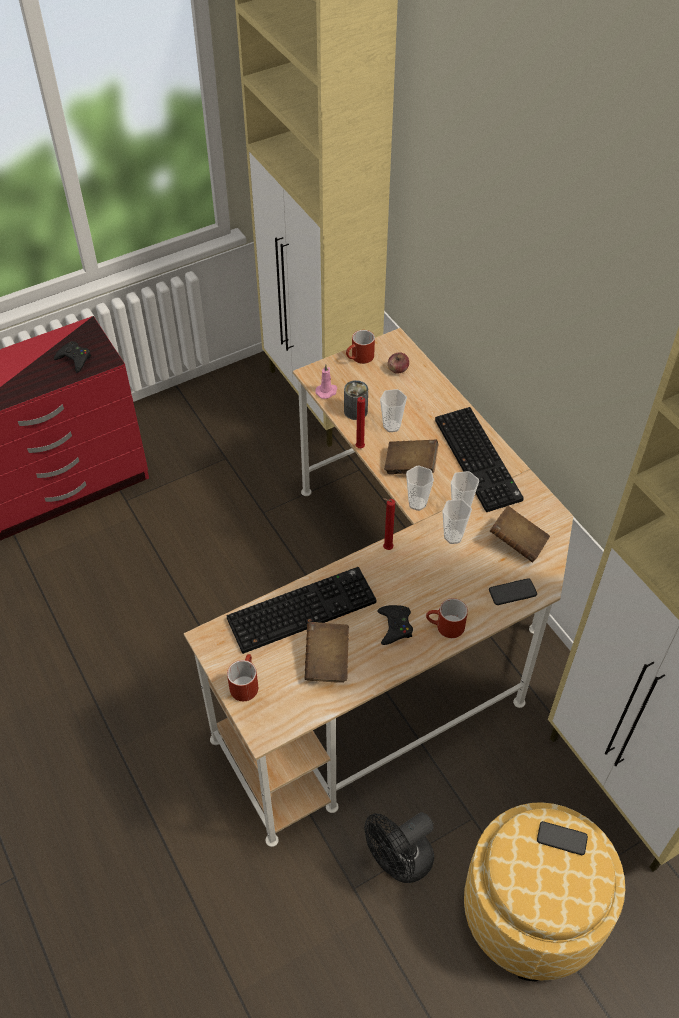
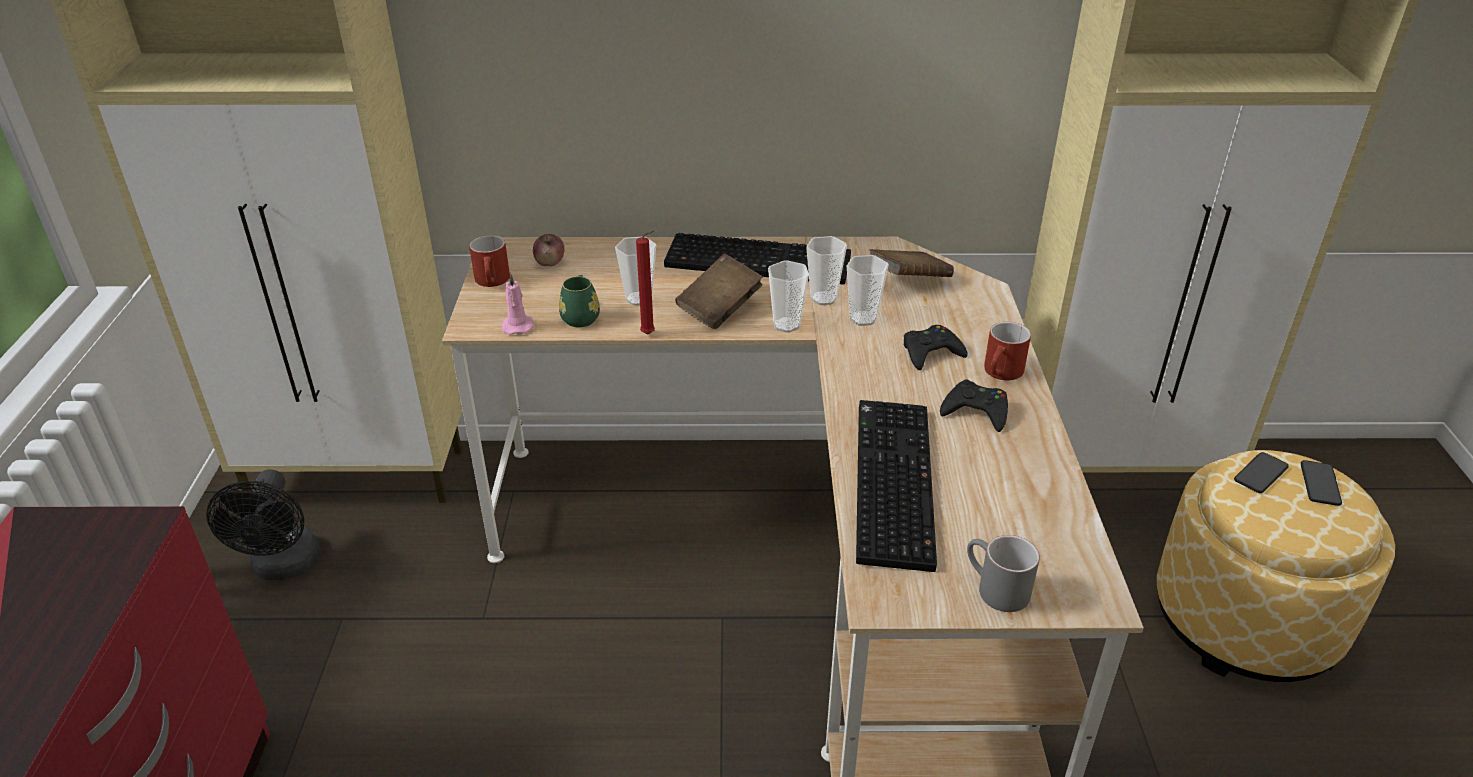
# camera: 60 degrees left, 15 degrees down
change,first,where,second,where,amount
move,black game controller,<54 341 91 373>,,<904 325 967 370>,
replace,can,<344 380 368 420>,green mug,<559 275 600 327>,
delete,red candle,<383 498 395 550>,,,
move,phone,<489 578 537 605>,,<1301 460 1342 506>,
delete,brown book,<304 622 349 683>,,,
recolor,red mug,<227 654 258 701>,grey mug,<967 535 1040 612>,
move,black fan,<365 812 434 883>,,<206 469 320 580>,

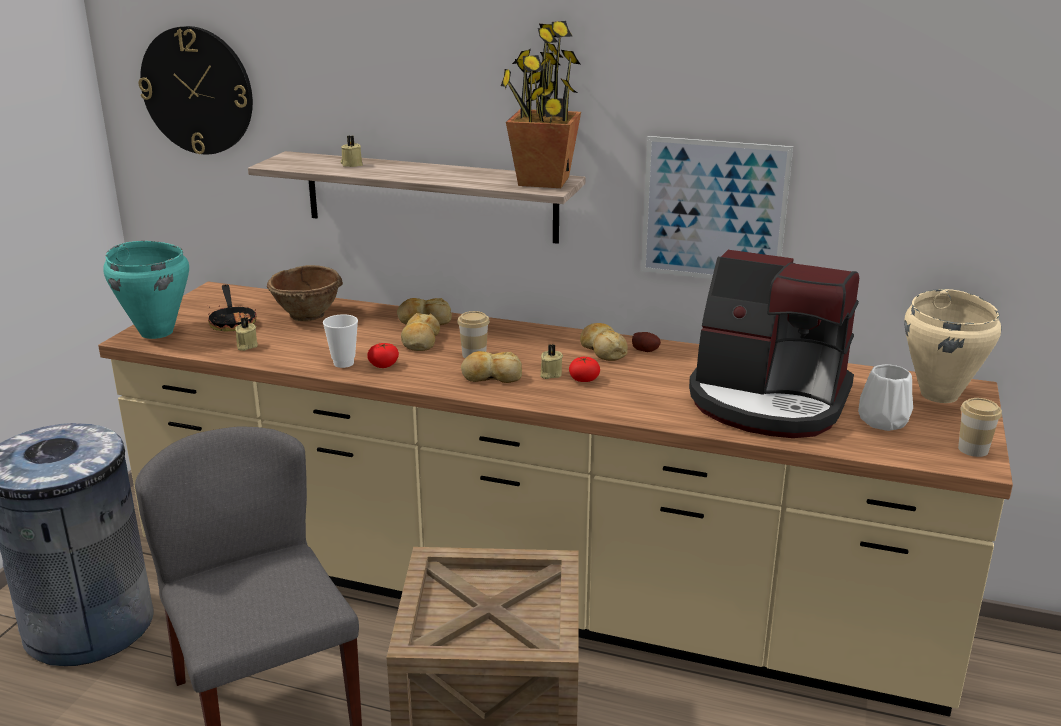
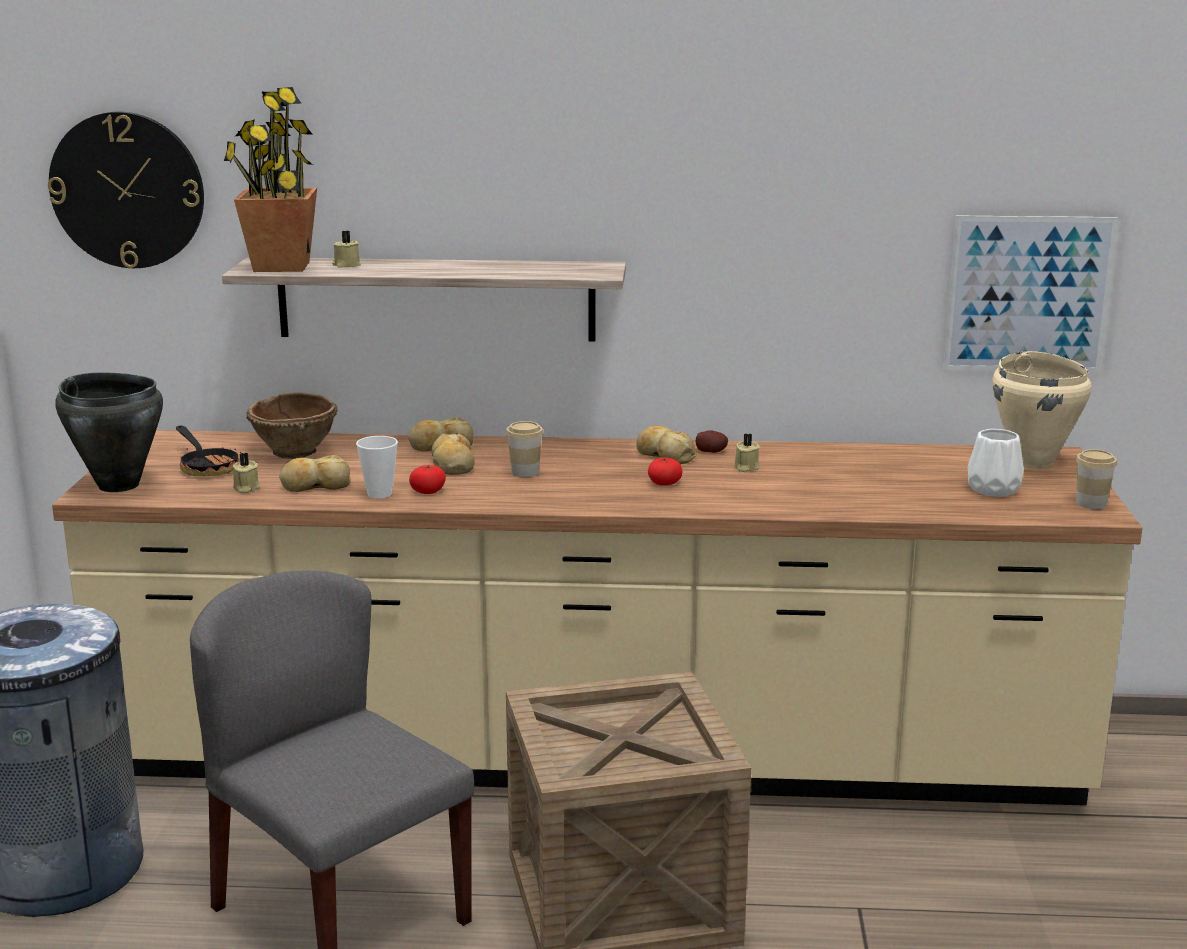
# camera: 15 degrees left, 5 degrees down
change,first,where,second,where,amount
move,potted plant,<501 21 581 188>,,<224 87 317 272>,
move,picture,<641 136 793 279>,,<943 216 1119 372>,
recolor,turquoise cooking pot,<103 241 189 339>,black cooking pot,<55 372 163 492>,
delete,coffee machine,<689 250 859 438>,,,
move,beige candle,<540 344 563 379>,,<734 433 760 472>,
move,bread,<461 351 522 383>,,<279 455 351 492>,

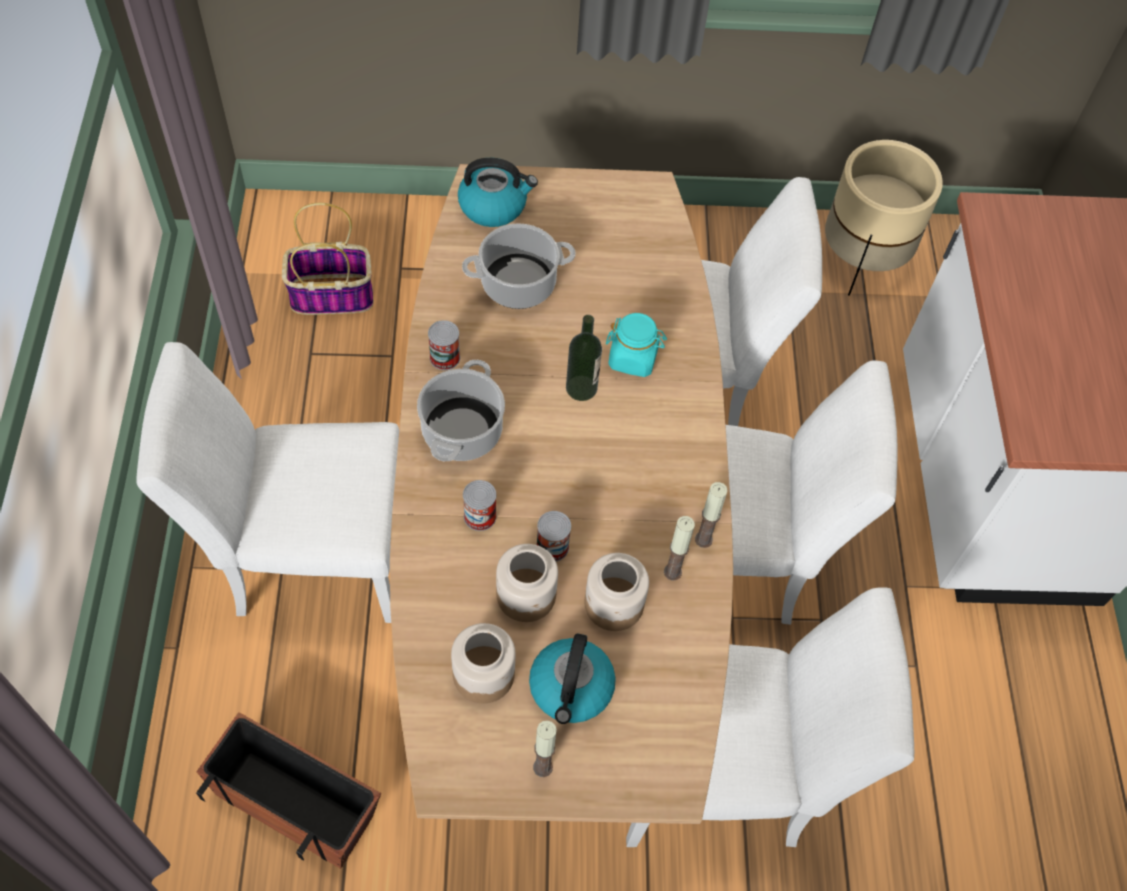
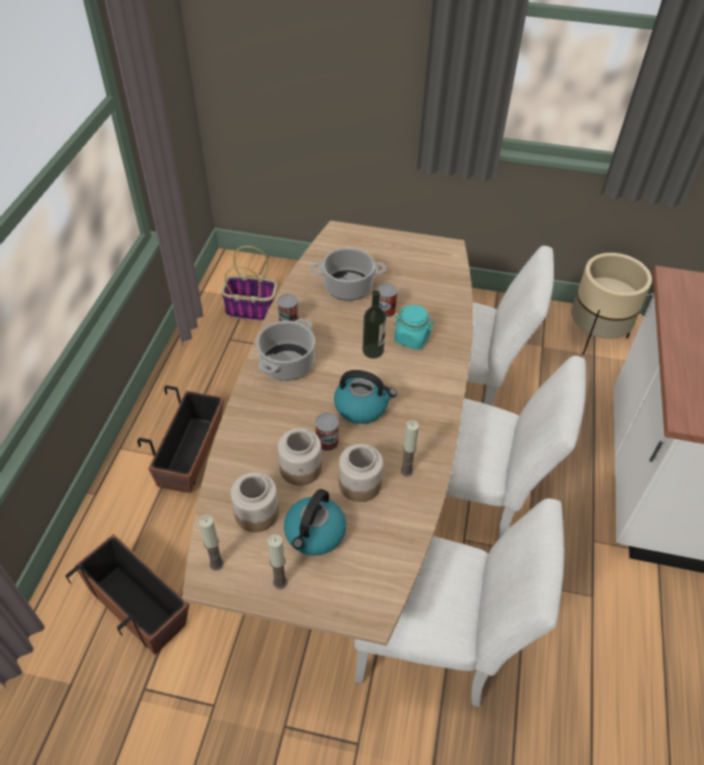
# camera: 15 degrees right, 10 degrees down
change,first,where,second,where,amount
move,kettle,<458 158 538 227>,,<334 370 397 424>,
replace,white chair,<136 342 399 623>,planter,<137 385 224 493>,
move,can,<463 480 496 531>,,<377 283 397 317>,
move,candle,<695 482 728 548>,,<199 515 224 570>,

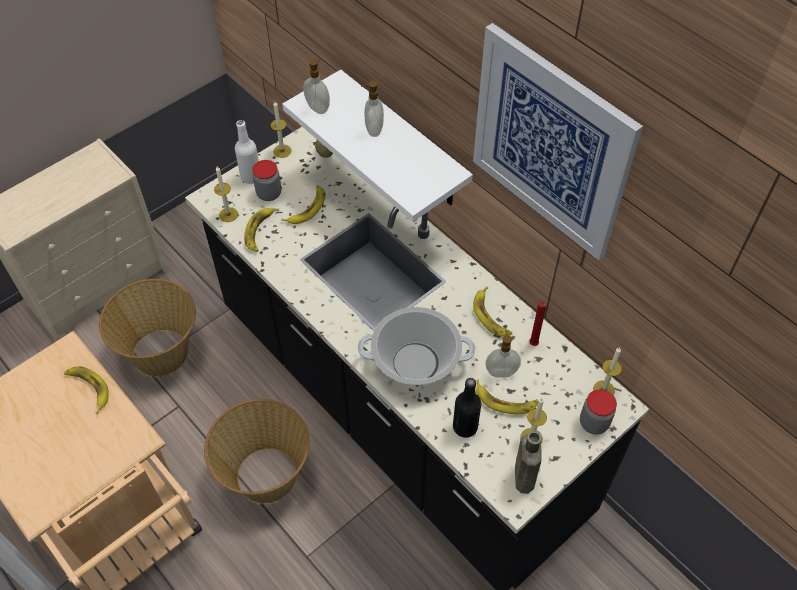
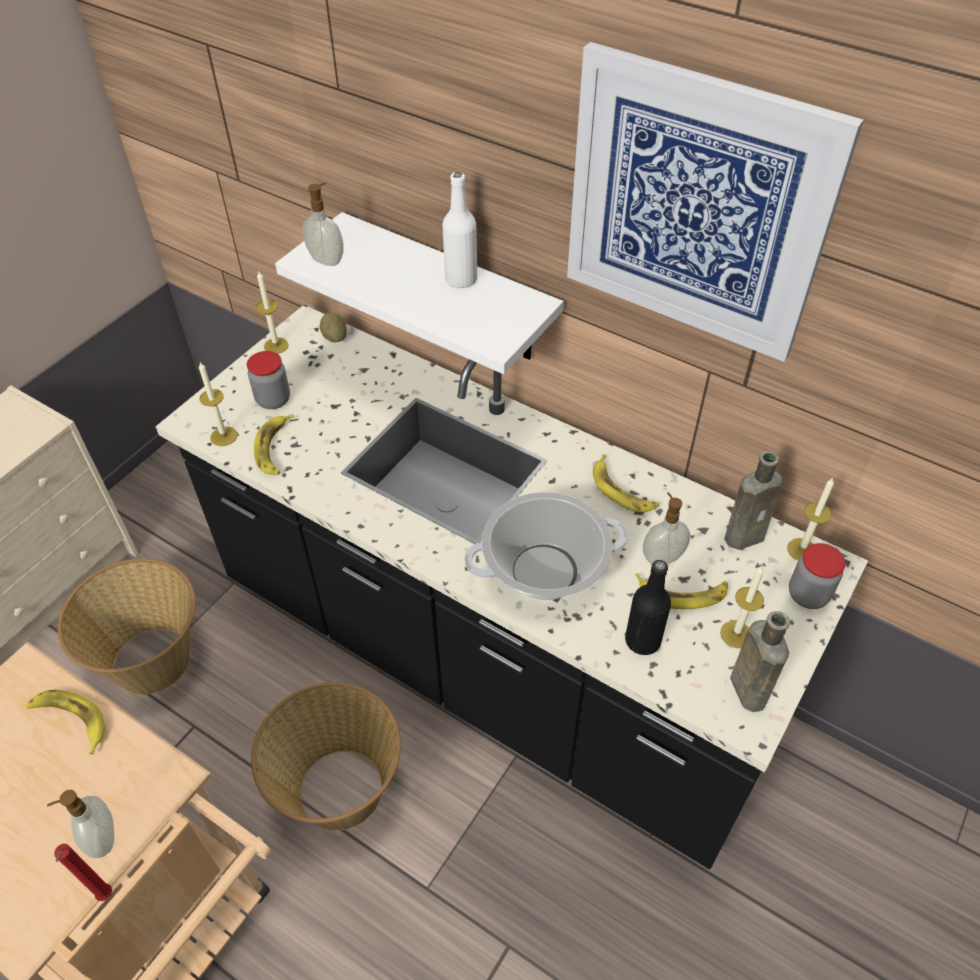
# camera: 15 degrees left, 5 degrees down
change,first,where,second,where,amount
move,soap dispenser,<361 81 384 137>,,<47 790 114 858>,
move,white bottle,<235 120 259 184>,,<442 172 477 288>,
delete,banana,<281 185 326 224>,,,
move,red candle,<529 300 547 346>,,<54 844 112 901>,
insert,,,brown bottle,<724 451 783 550>,

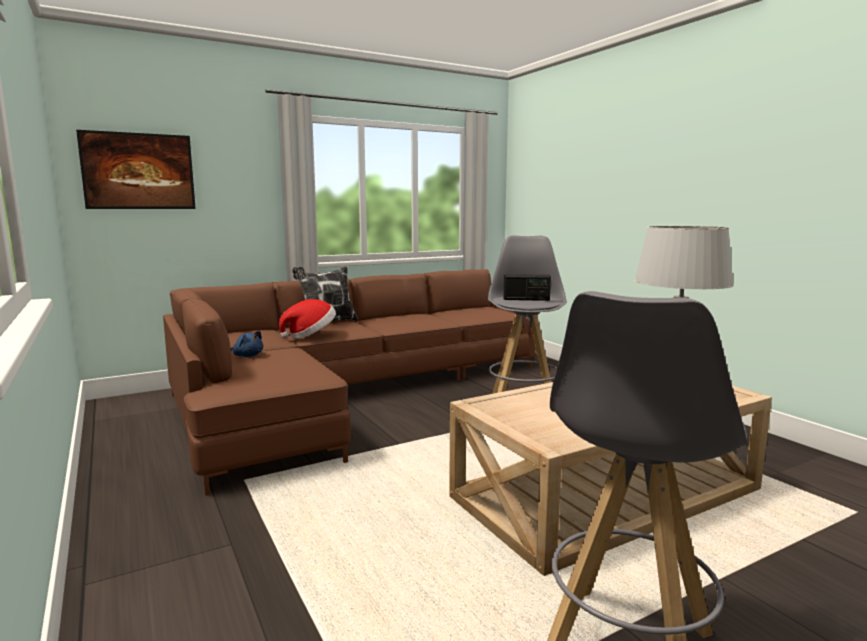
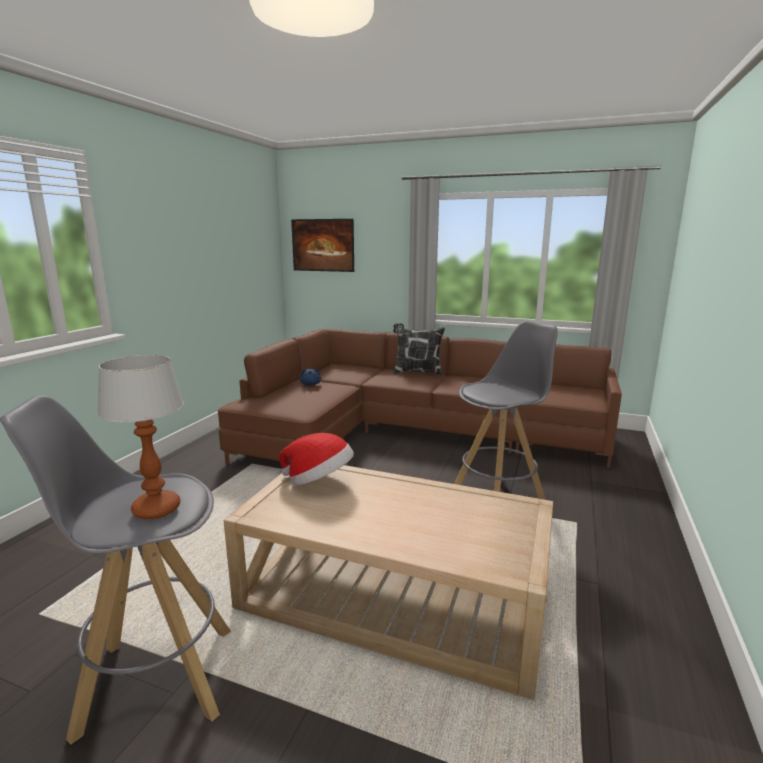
# camera: 50 degrees right, 5 degrees up
change,first,where,second,where,amount
delete,radio,<504 274 551 301>,,,
move,hat,<279 299 336 339>,,<279 433 354 485>,

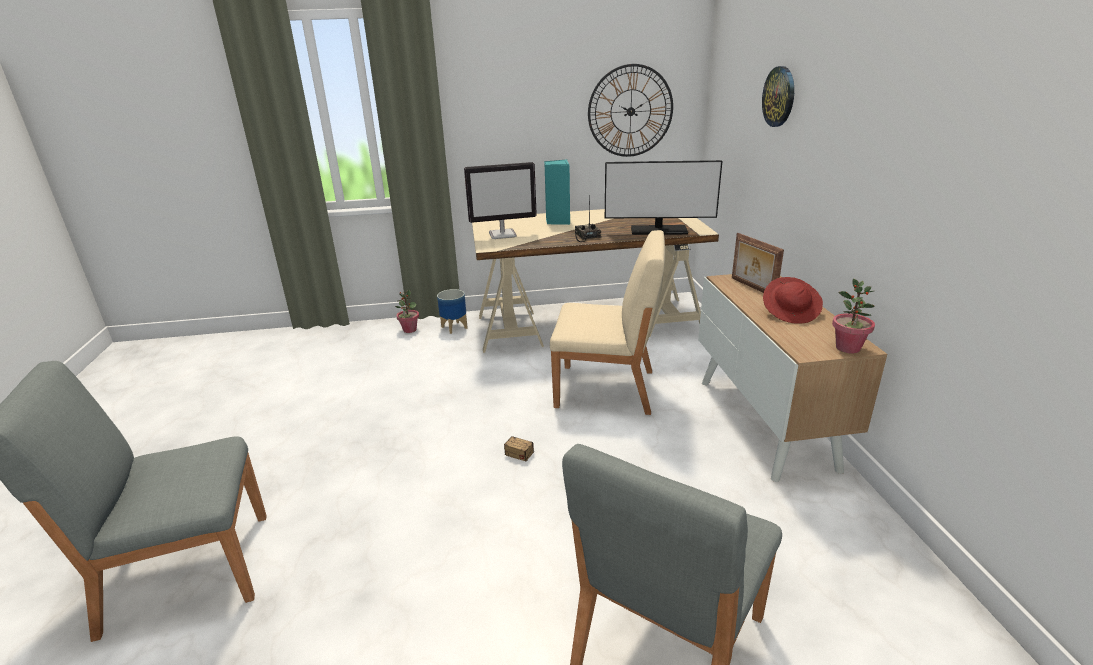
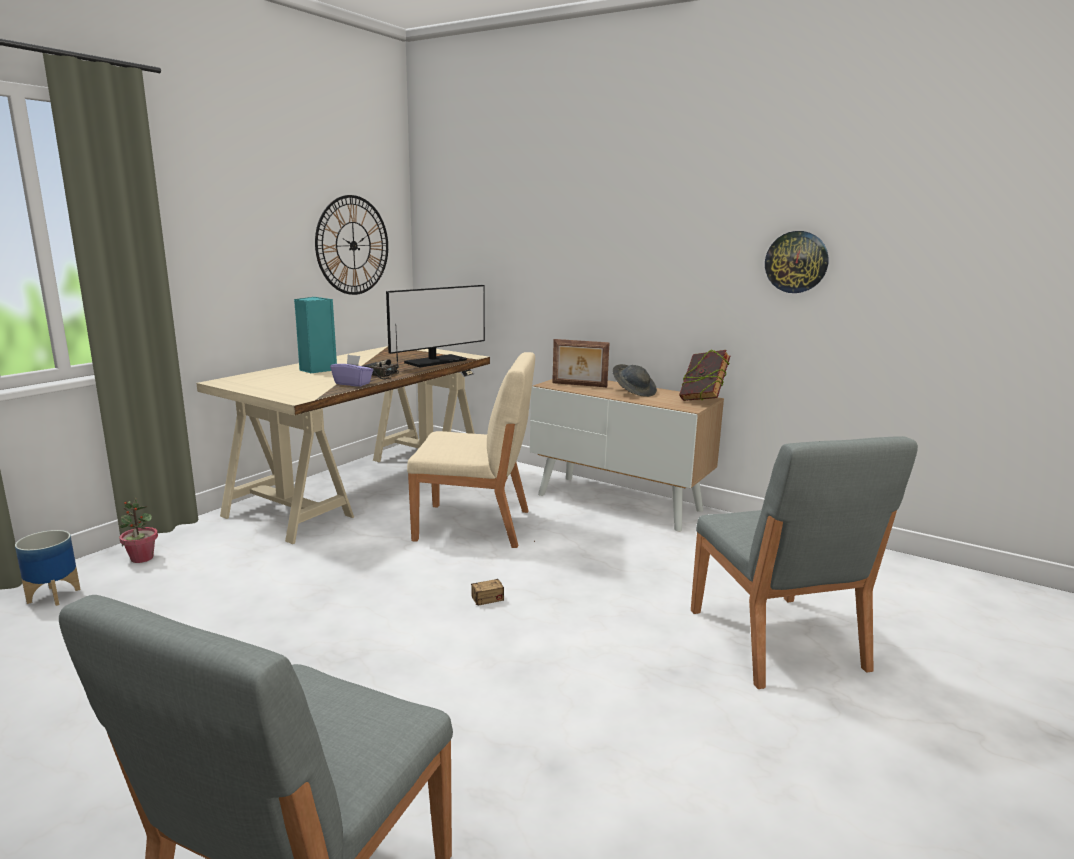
# camera: 50 degrees left, 10 degrees down
change,first,where,second,where,amount
move,wall clock,<762 66 794 127>,,<765 231 829 293>,
delete,monitor,<464 162 537 239>,,,
rotate,beige chair,<550 230 665 415>,,<407 352 535 548>,45 degrees clockwise
recolor,red hat,<763 277 823 324>,grey hat,<612 364 657 397>,
replace,potted plant,<832 278 875 354>,book,<679 349 730 401>,
move,planter,<437 289 468 334>,,<15 530 81 606>,
insert,,,purple tissue box,<330 355 373 387>,

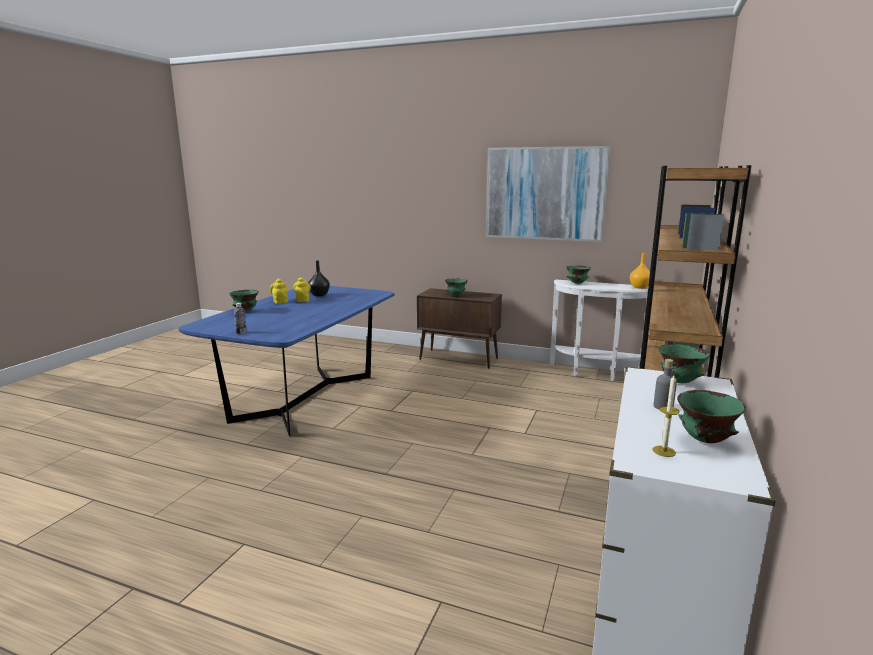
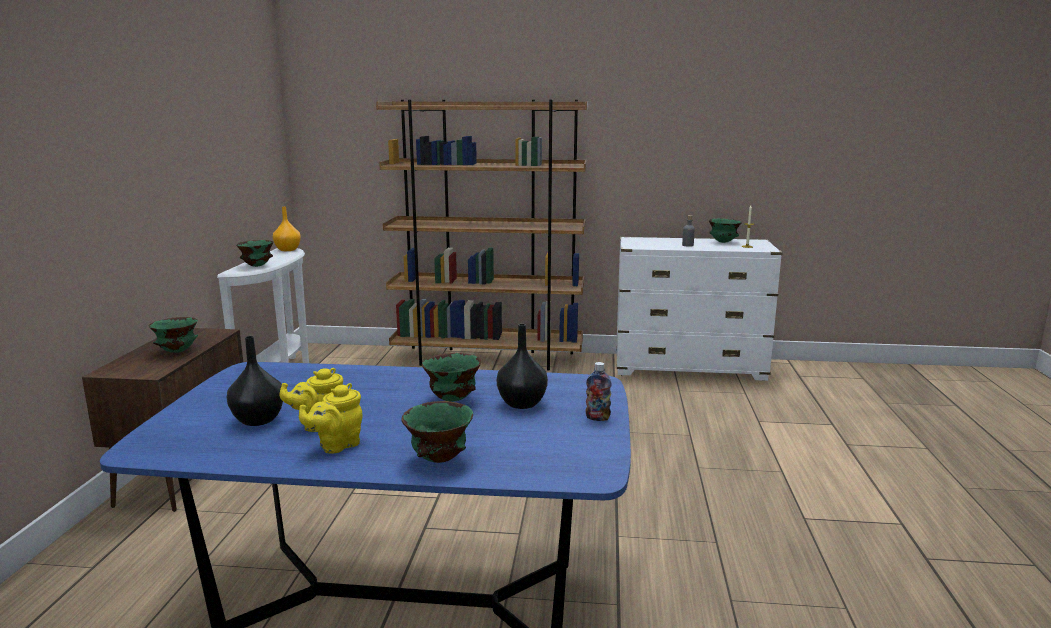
# camera: 105 degrees left, 0 degrees up
change,first,where,second,where,amount
delete,picture,<486 146 610 242>,,,
move,green bowl,<658 344 711 383>,,<422 353 481 401>,
insert,,,black vase,<497 324 548 409>,

